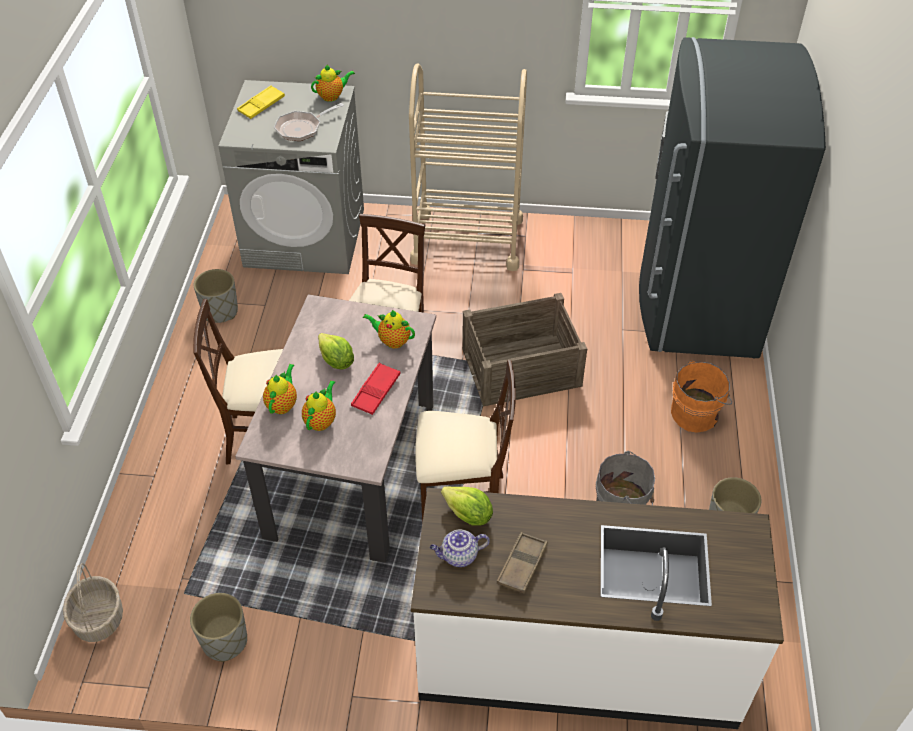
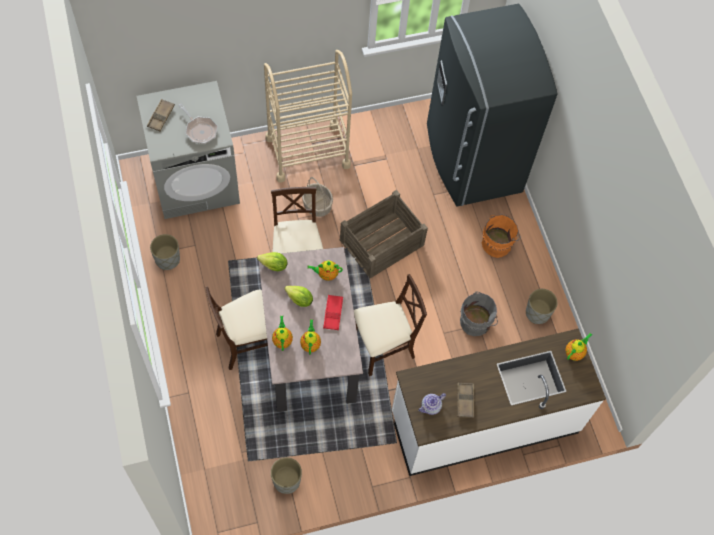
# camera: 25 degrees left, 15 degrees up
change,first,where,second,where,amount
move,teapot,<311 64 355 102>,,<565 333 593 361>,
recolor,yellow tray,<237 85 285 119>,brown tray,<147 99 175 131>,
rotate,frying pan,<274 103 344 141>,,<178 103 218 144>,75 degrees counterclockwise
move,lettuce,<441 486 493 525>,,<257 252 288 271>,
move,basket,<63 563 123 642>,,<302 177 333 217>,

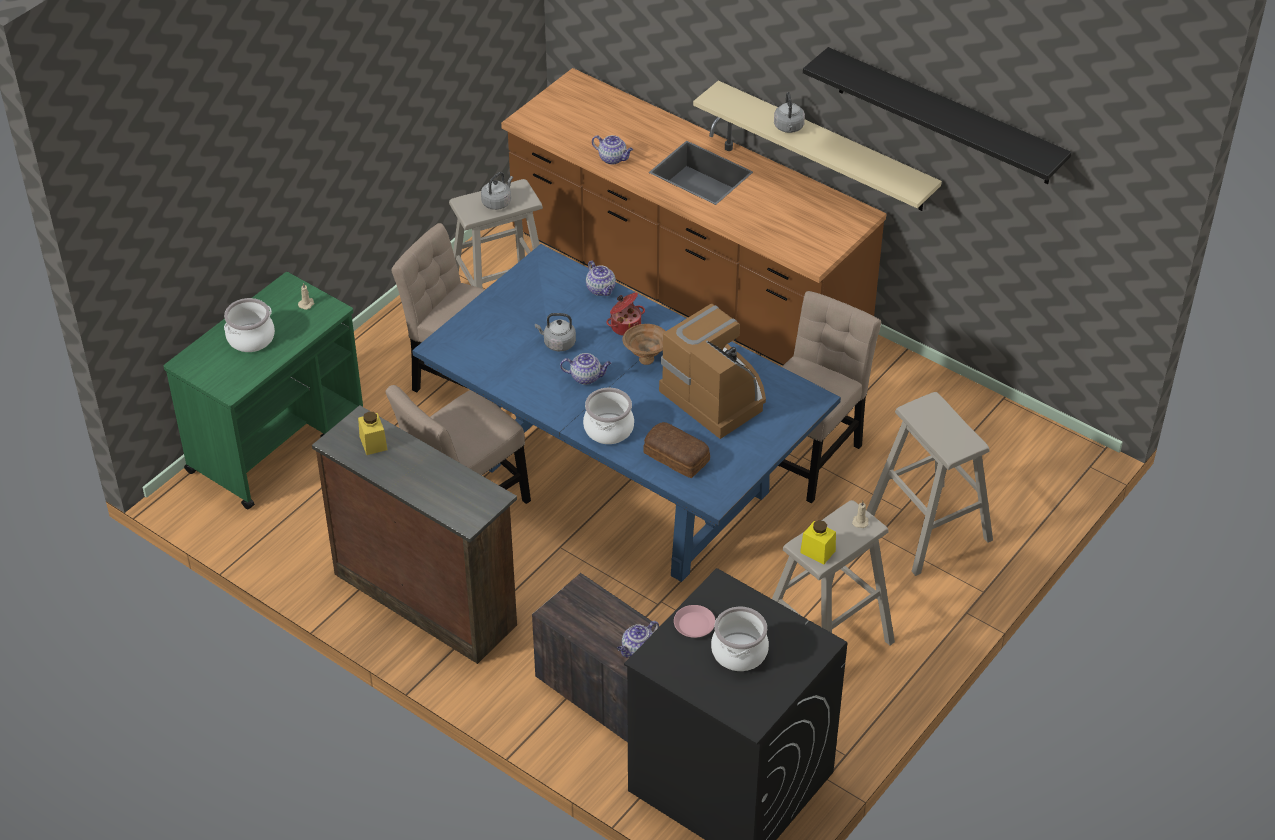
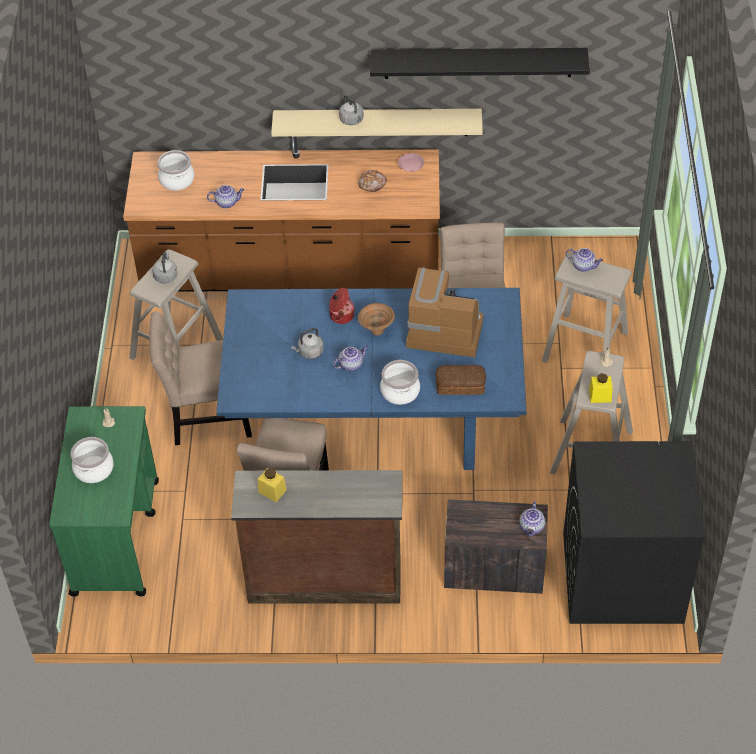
# camera: 35 degrees left, 5 degrees up
change,first,where,second,where,amount
move,teapot,<586 261 616 296>,,<566 248 603 272>,
move,pink plate,<674 605 716 638>,,<398 153 424 172>,
move,cooking pot,<711 607 769 671>,,<158 150 194 191>,
insert,,,bread,<358 170 387 192>,

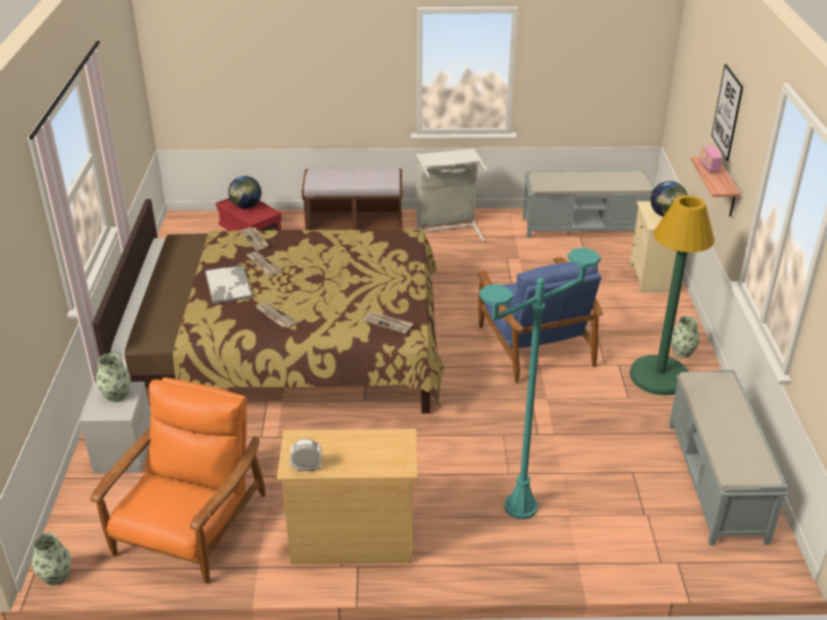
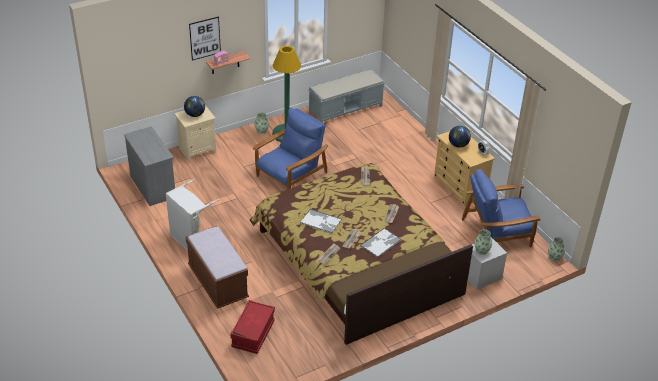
# camera: 120 degrees left, 5 degrees up
change,first,where,second,where,amount
replace,grey bench,<523 170 654 238>,grey dresser,<124 126 175 206>,
move,globe,<228 176 262 209>,,<449 126 471 148>,
delete,turquoise floor lamp,<479 247 601 519>,,,
recolor,orange armchair,<90 377 266 584>,blue armchair,<462 169 540 247>,
insert,,,tray,<300 209 342 234>,

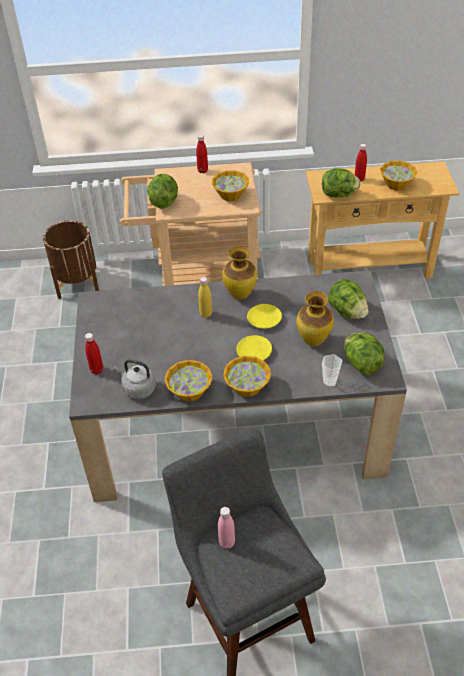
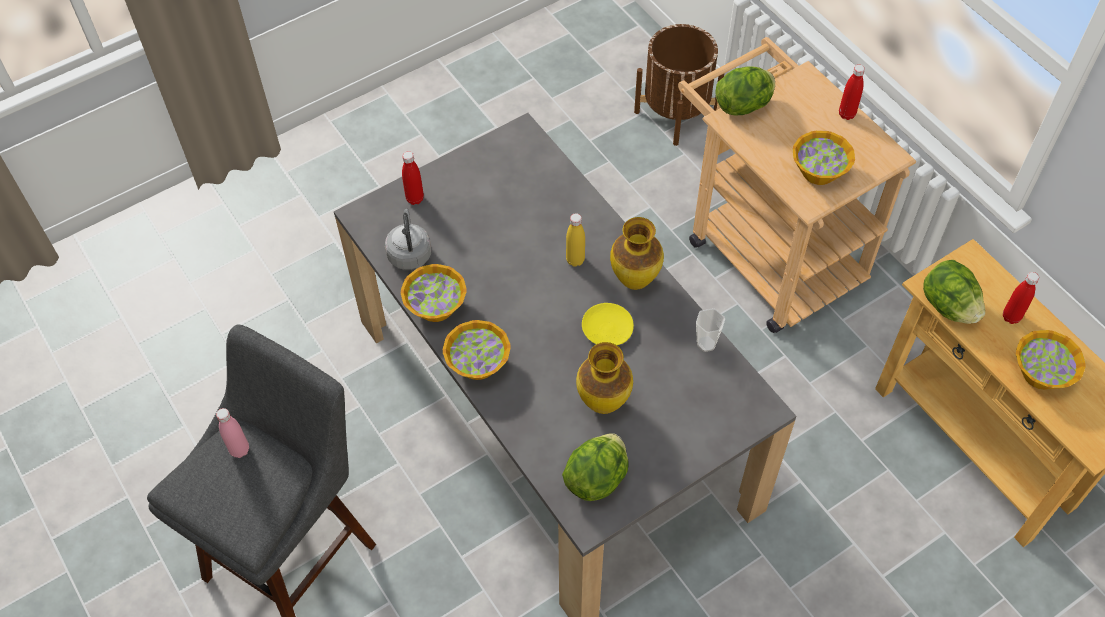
# camera: 60 degrees right, 10 degrees up
change,first,where,second,where,amount
delete,lettuce,<328 278 368 319>,,,
delete,yellow plate,<237 335 272 360>,,,
move,cup,<322 354 342 387>,,<696 308 725 352>,

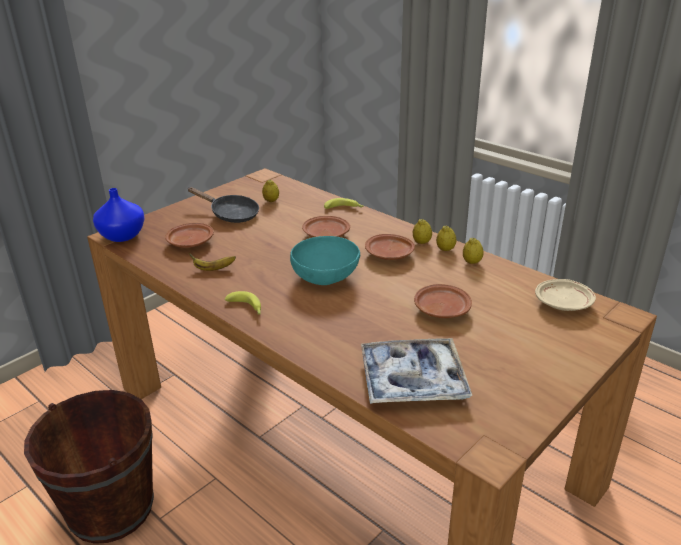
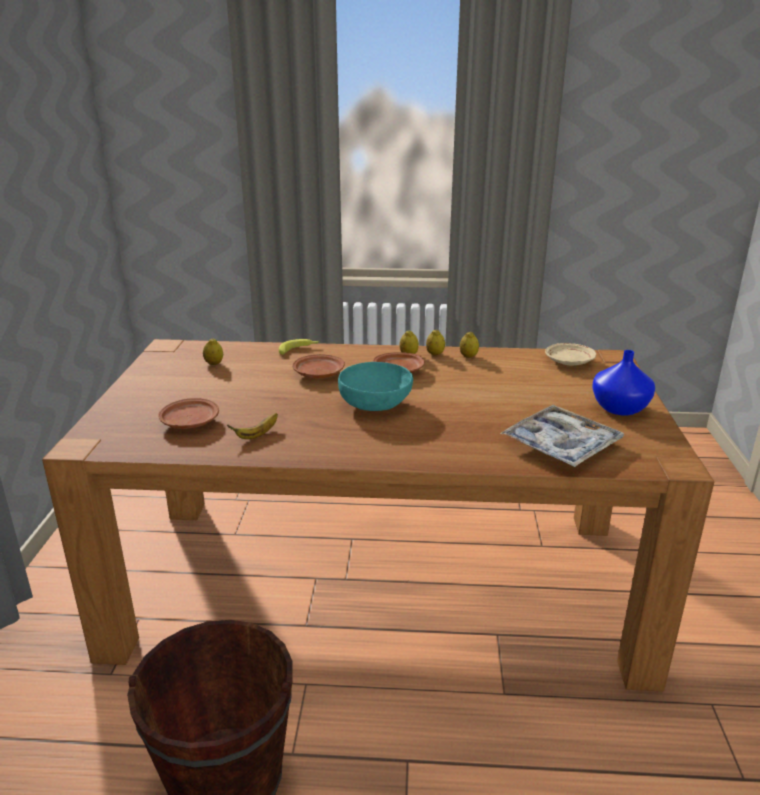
# camera: 40 degrees left, 5 degrees down
change,first,where,second,where,amount
delete,black frying pan,<187 187 259 223>,,,
move,blue vase,<93 188 144 242>,,<592 350 655 416>,
delete,brown plate,<414 284 472 318>,,,
delete,banana,<225 291 261 314>,,,

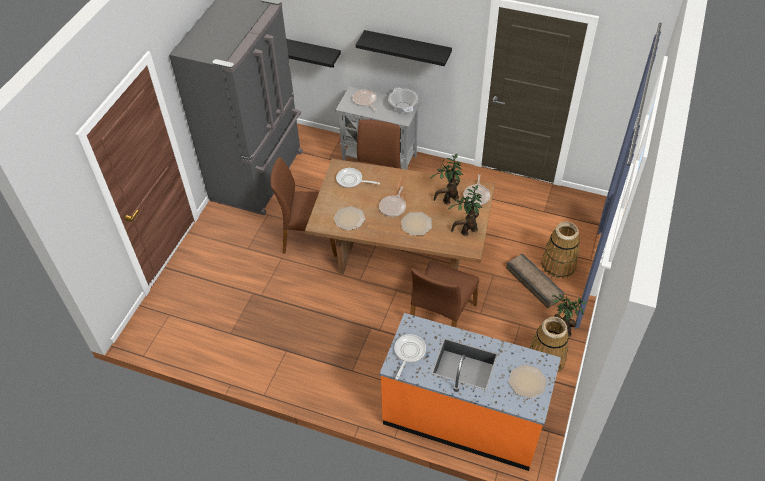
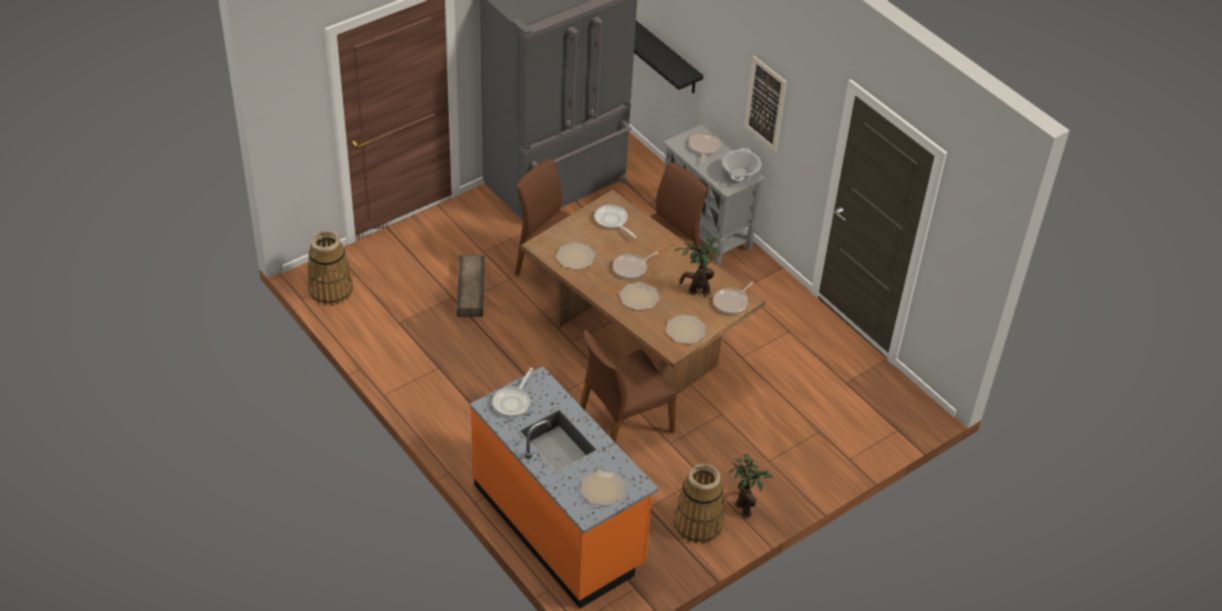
# camera: 30 degrees right, 5 degrees down
change,first,where,second,where,amount
replace,black shelf,<356 30 452 66>,picture,<744 56 787 152>,
replace,potted plant,<449 185 482 236>,plate,<666 315 706 344>,
move,basket,<541 222 580 279>,,<308 231 353 306>,
move,crate,<506 253 564 308>,,<457 255 485 317>,
rotate,frying pan,<394 334 426 380>,,<493 368 533 417>,150 degrees clockwise

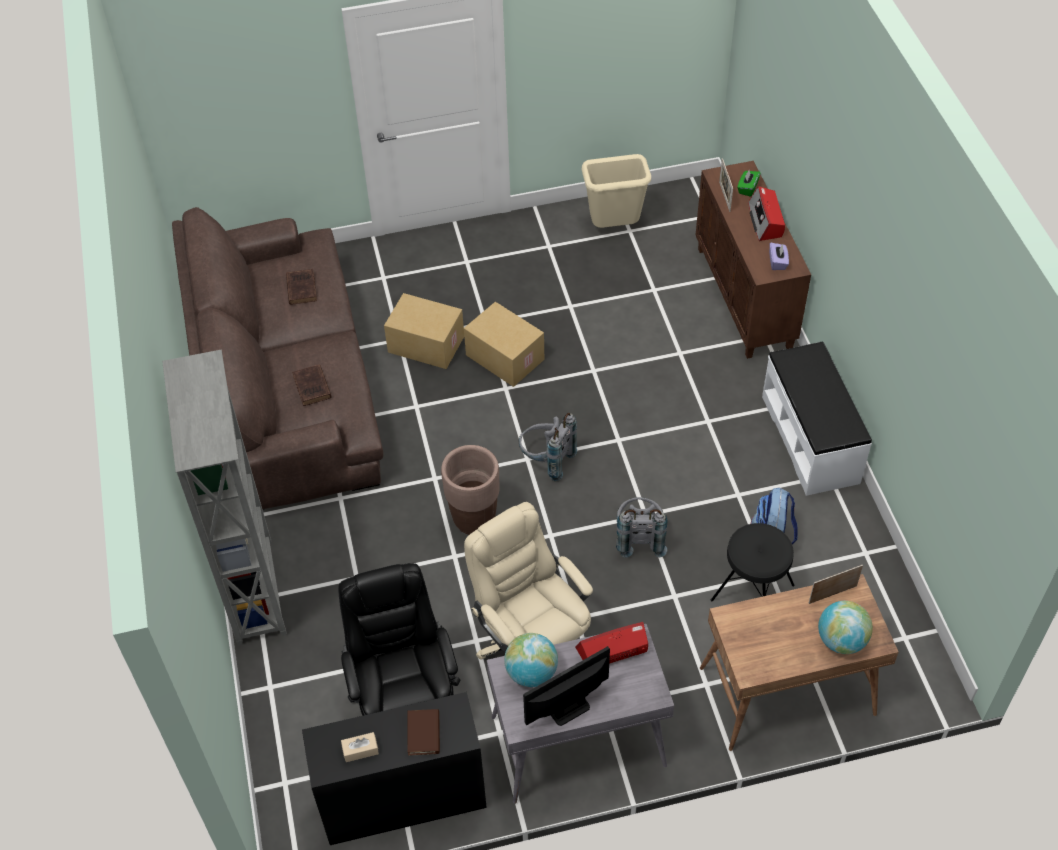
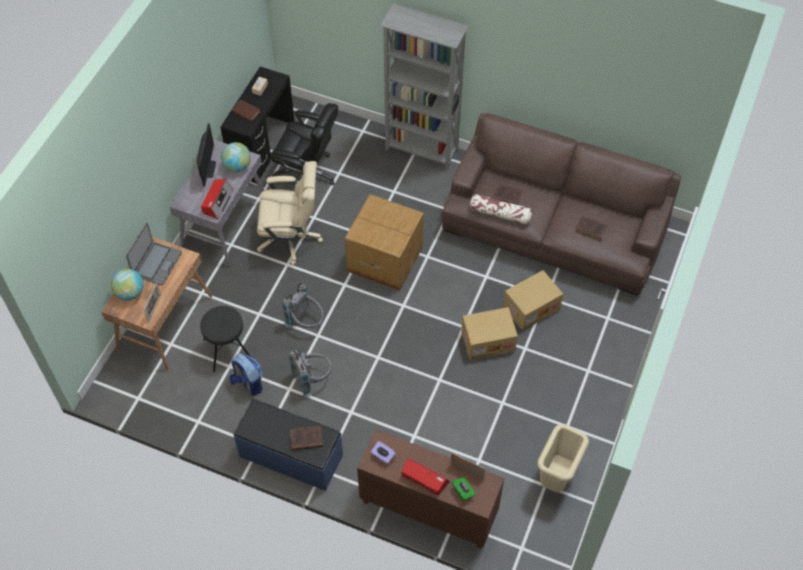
# camera: 125 degrees right, 5 degrees up
change,first,where,second,where,amount
recolor,white bench,<762 342 872 496>,blue bench,<234 399 343 491>,
move,grey backpack,<519 413 577 481>,,<289 350 332 397>,
replace,brown planter,<441 445 500 535>,cardboard box,<345 194 424 291>,
insert,,,pillow,<470 194 532 225>,
insert,,,laptop,<126 223 182 285>,
insert,,,brown book,<290 426 323 451>,

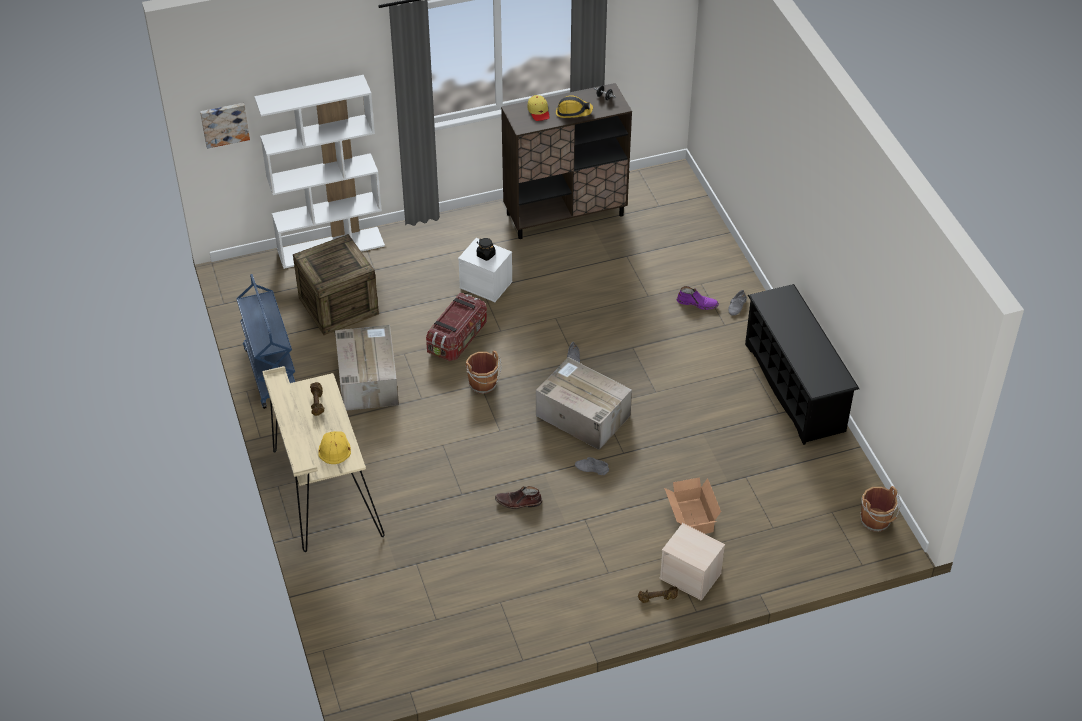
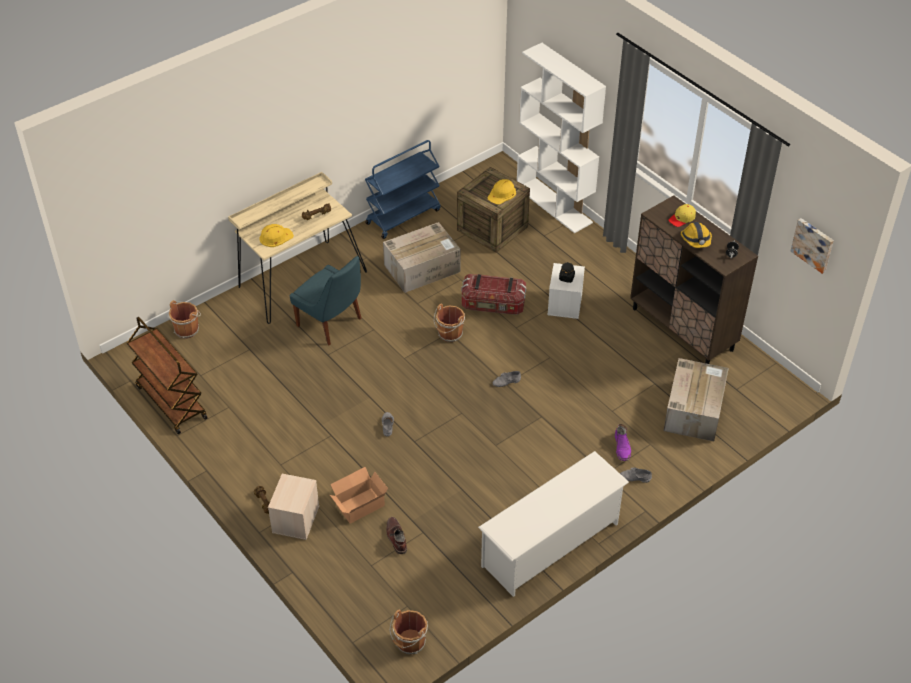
# camera: 70 degrees right, 0 degrees up
change,first,where,second,where,amount
move,picture,<200 103 250 149>,,<791 218 834 274>,
recolor,black shoe rack,<745 284 859 445>,white shoe rack,<478 451 629 597>,
move,cardboard box,<536 357 632 450>,,<664 358 729 441>,
move,brown boot,<495 486 542 509>,,<386 517 407 554>,
insert,,,yellow hard hat,<488 179 516 205>,
insert,,,blue chair,<290 256 361 346>,
insert,,,brown bucket,<168 300 201 339>,
insert,,,brown cart,<127 317 208 434>,

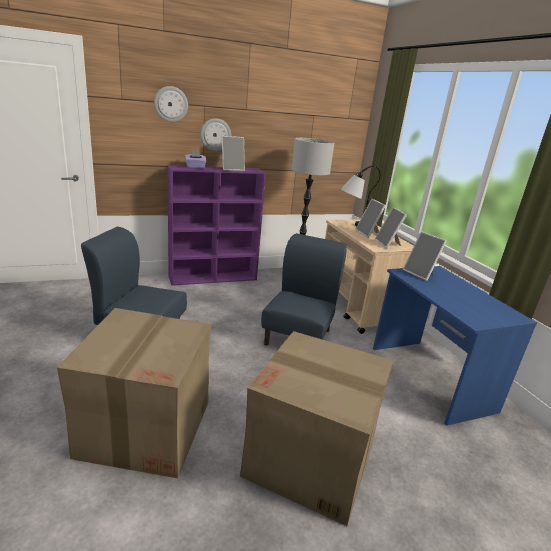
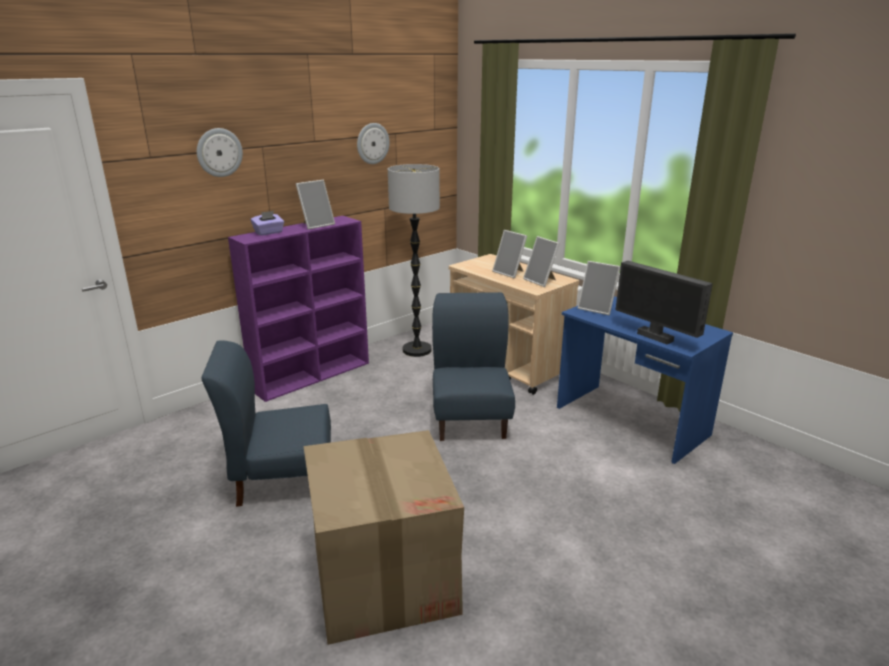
# camera: 20 degrees left, 0 degrees up
change,first,where,second,where,amount
move,wall clock,<200 118 231 151>,,<357 123 390 164>,
delete,table lamp,<341 166 381 227>,,,
delete,cardboard box,<240 331 394 526>,,,
insert,,,monitor,<616 261 713 344>,

